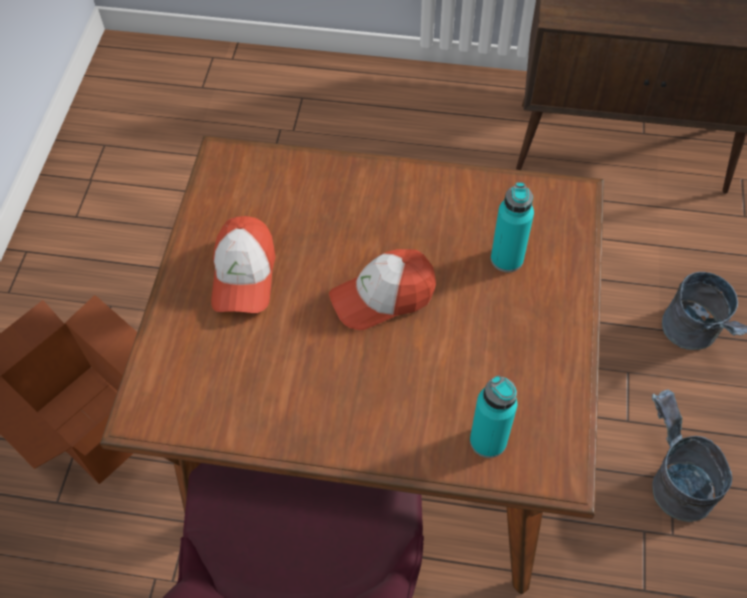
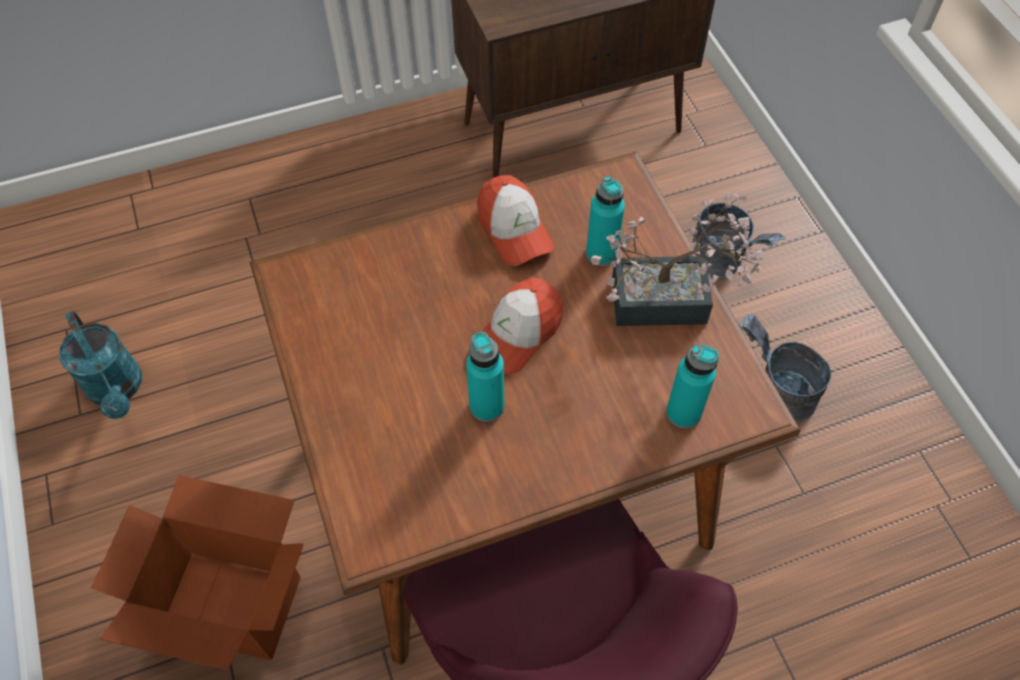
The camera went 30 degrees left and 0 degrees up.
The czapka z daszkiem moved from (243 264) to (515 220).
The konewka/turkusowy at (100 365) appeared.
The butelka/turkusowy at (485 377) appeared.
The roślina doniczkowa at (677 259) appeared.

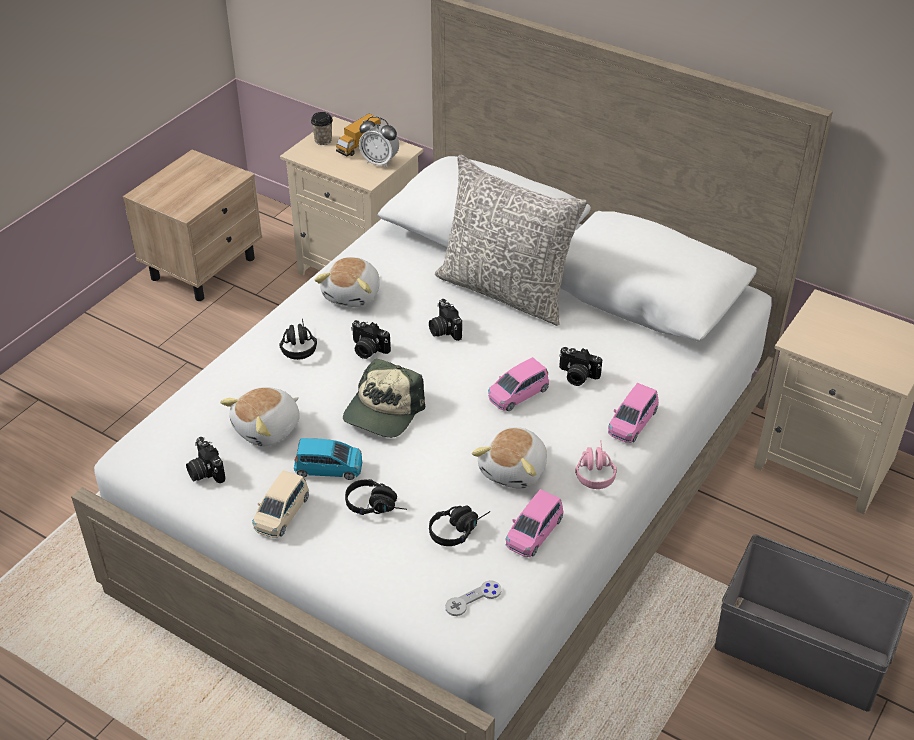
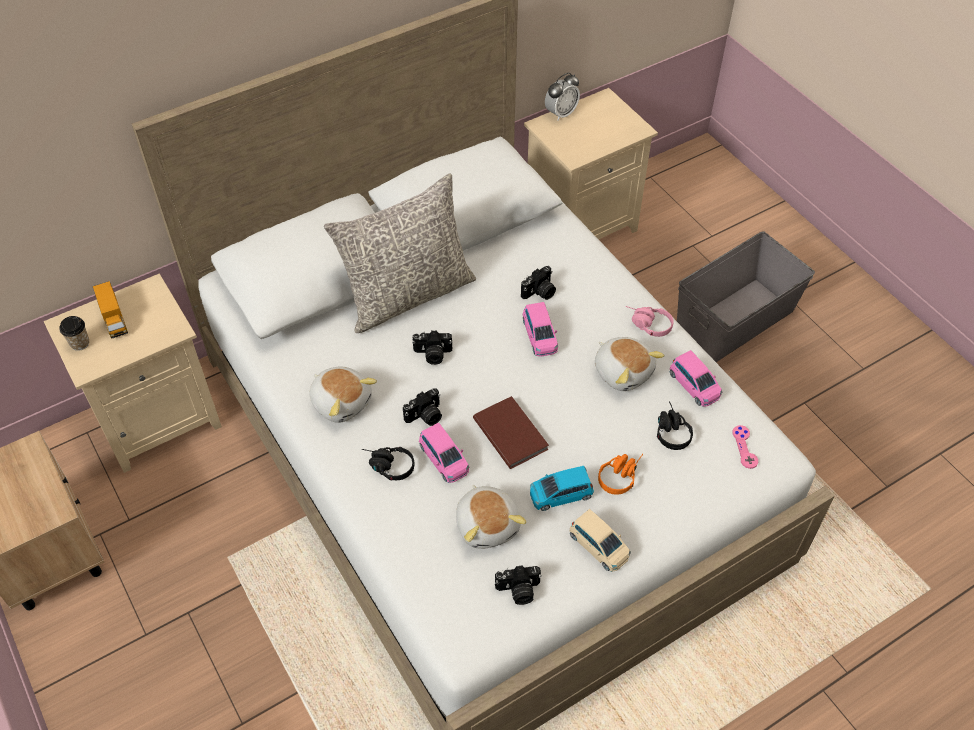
The camera went 65 degrees left and 10 degrees up.
The samochodzik/niebieski at (328 459) turned 135 degrees counterclockwise.
The czapka z daszkiem at (384 398) was replaced by the książka/brązowy at (511 432).
The słuchawki/czarny at (376 497) became the słuchawki/pomarańczowy at (620 474).
The budzik moved from (379 142) to (562 97).
The pad do gier/szary at (473 598) became the pad do gier/różowy at (745 447).
The samochodzik/różowy moved from (633 413) to (444 452).

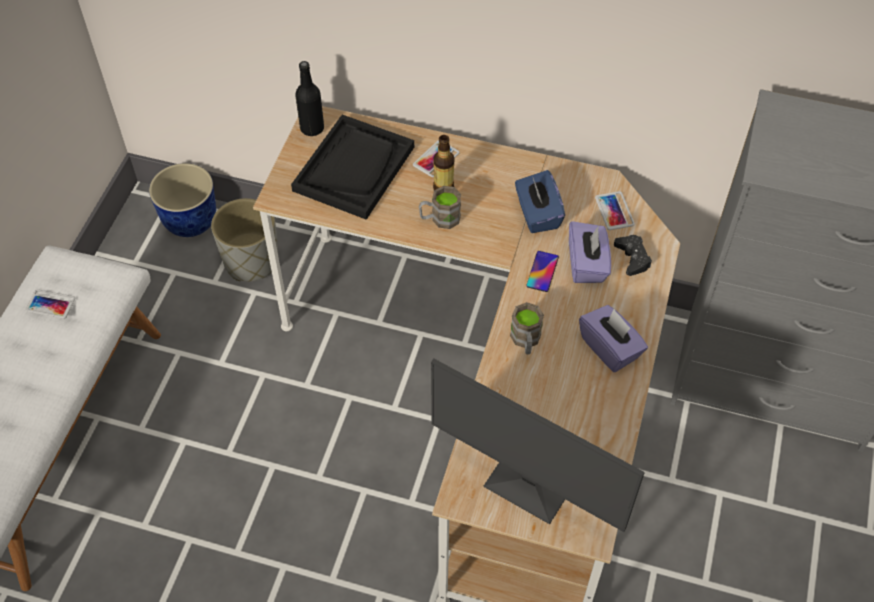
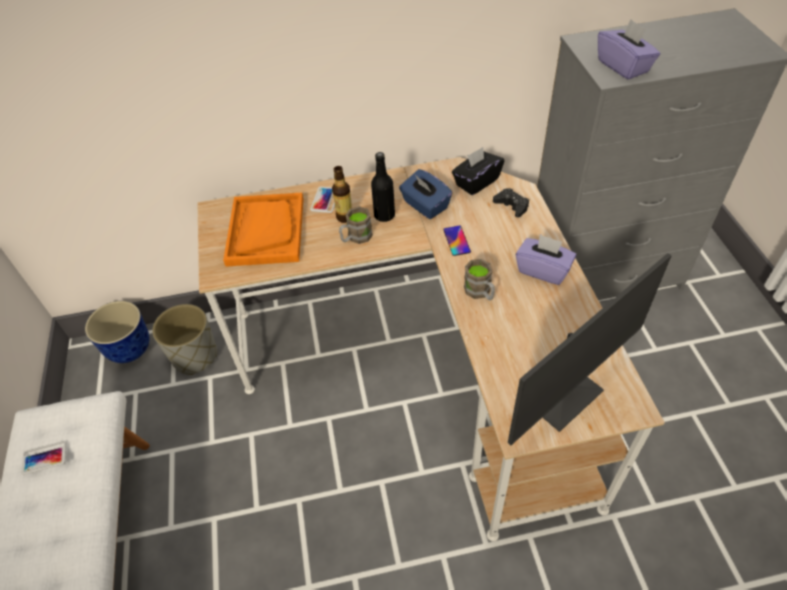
The camera went 25 degrees left and 5 degrees down.
The taca/czarny at (352 167) became the taca/pomarańczowy at (263 229).
The butelka/czarny moved from (309 98) to (383 187).
The monitor at (538 445) turned 45 degrees counterclockwise.
The pudełko chusteczek/fioletowy moved from (590 252) to (629 49).
The telefon at (615 210) was replaced by the pudełko chusteczek/czarny at (478 171).

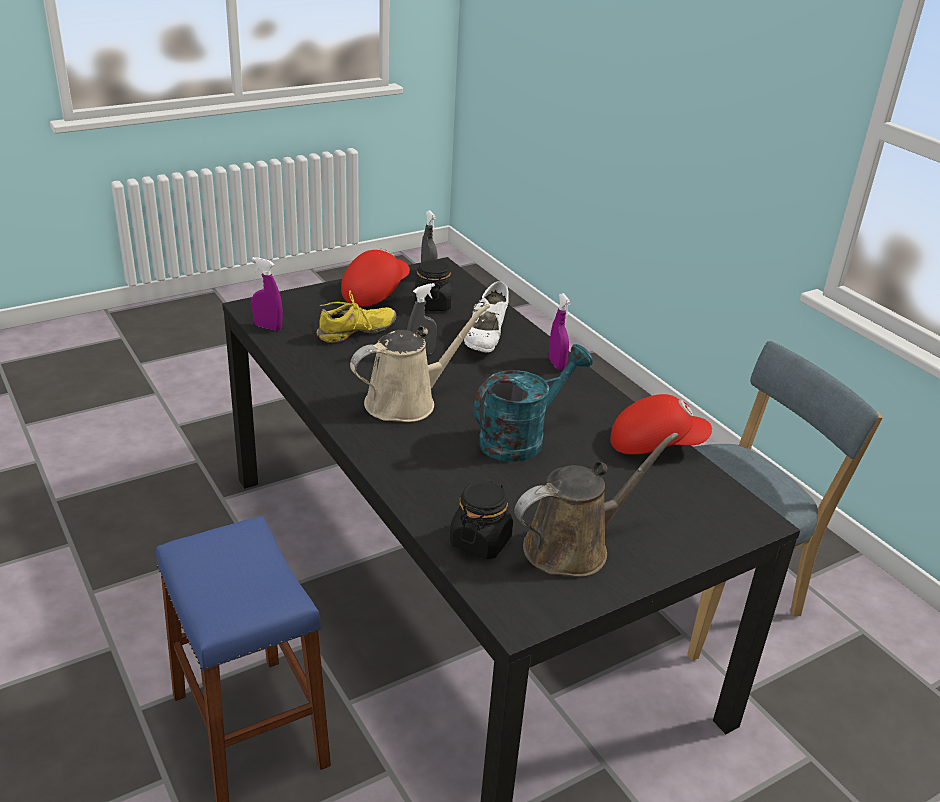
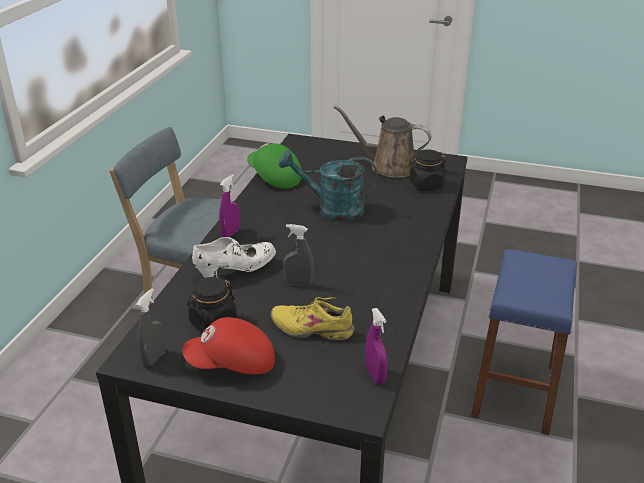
The camera went 130 degrees left and 0 degrees up.
The konewka/beżowy at (420 363) disappeared.
The czapka z daszkiem/czerwony at (661 424) became the czapka z daszkiem/zielony at (274 166).

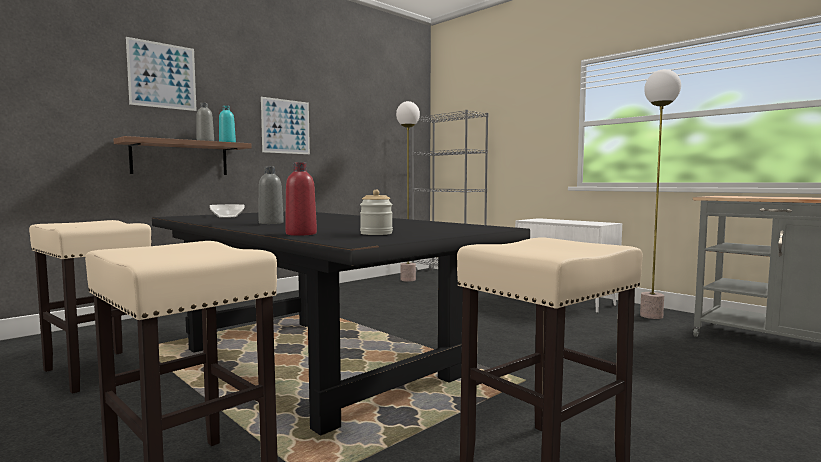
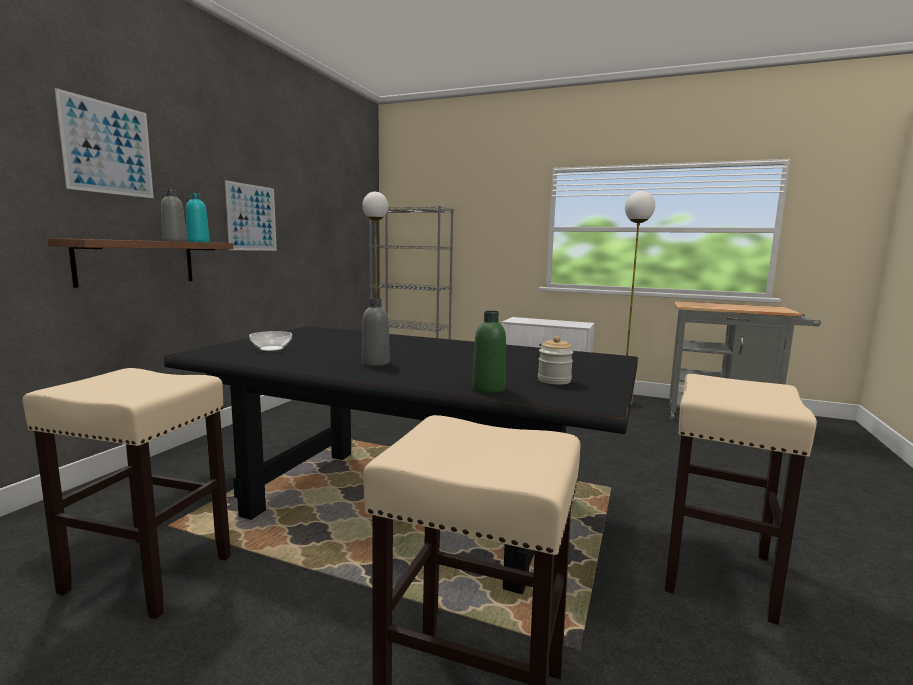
The camera went 25 degrees left and 5 degrees up.
The butelka/czerwony at (301 199) became the butelka/zielony at (489 352).

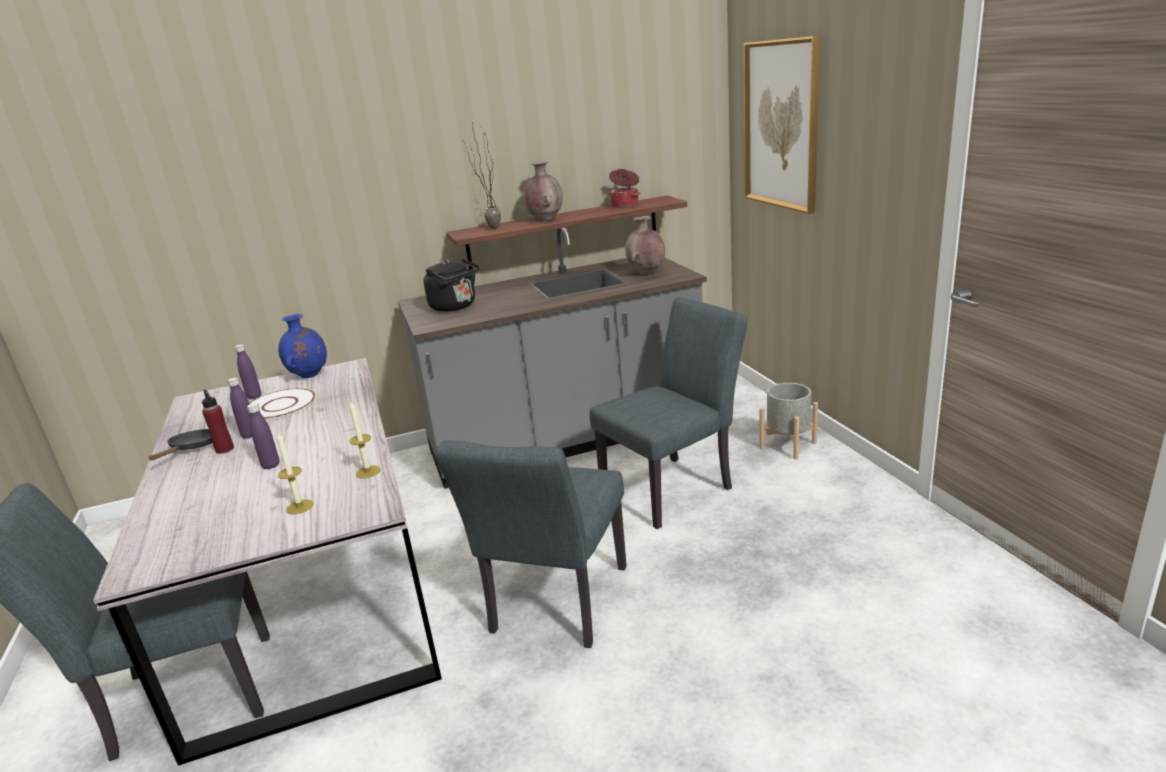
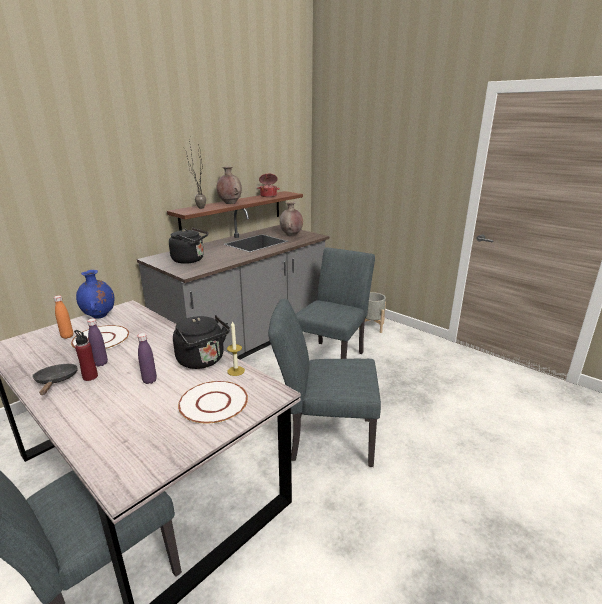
The camera went 30 degrees left and 0 degrees up.
The butelka/fioletowy at (248 371) became the butelka/pomarańczowy at (63 317).
The świeca at (295 473) was replaced by the talerz/biały at (213 402).
The krzesło/szary at (531 544) turned 105 degrees clockwise.
The obraz at (782 124) disappeared.
The czajnik/czarny at (201 342) appeared.

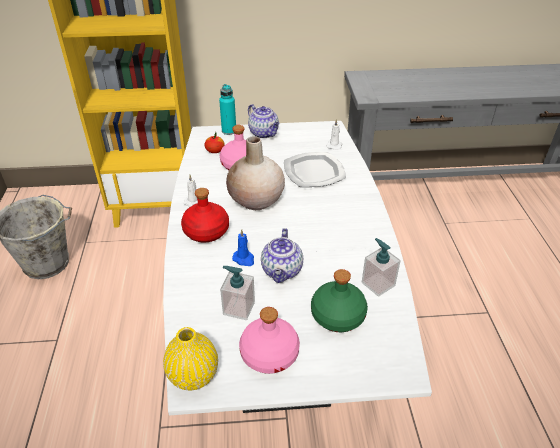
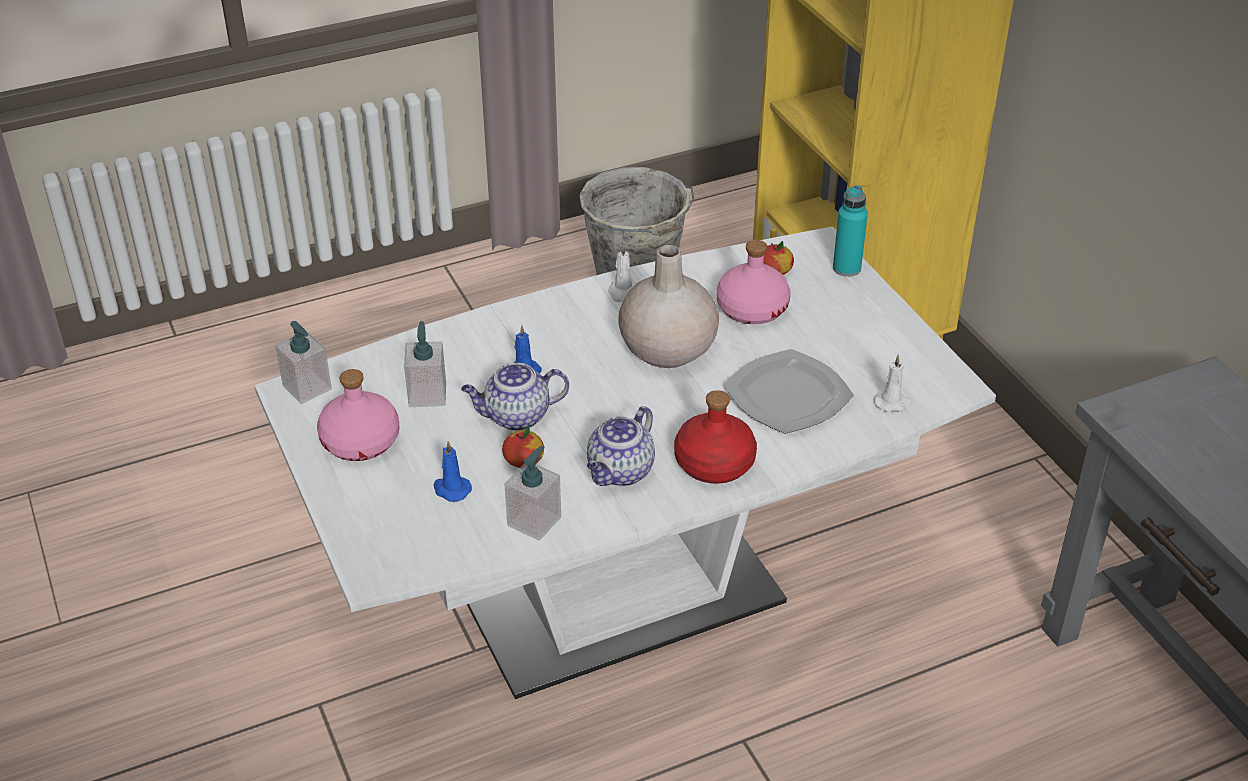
The camera went 70 degrees right and 0 degrees up.
The wazon/żółty at (190 358) was replaced by the dozownik mydła at (303 362).
The butelka/czerwony moved from (205 215) to (715 437).
The imbryk moved from (264 121) to (621 446).
The butelka/zielony at (339 300) was replaced by the świeca/niebieski at (453 471).
The jabłko at (523 447) appeared.

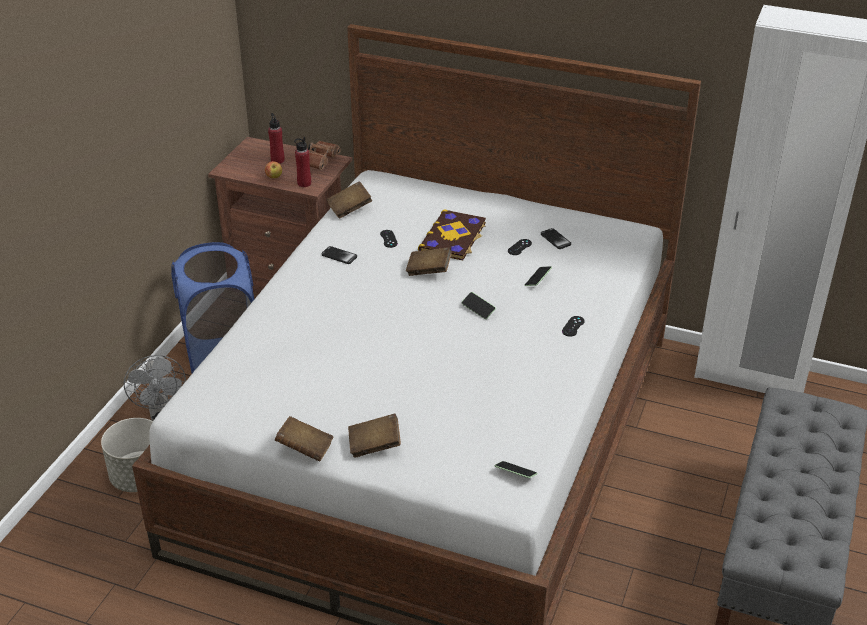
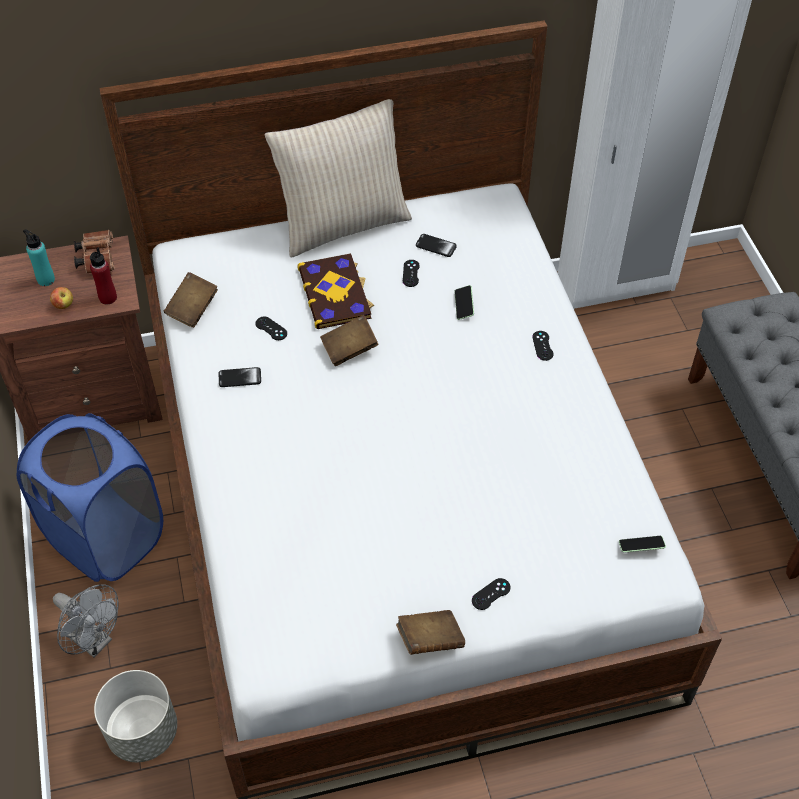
The camera went 35 degrees left and 15 degrees up.
The butelka/czerwony at (276 138) became the butelka/turkusowy at (39 257).
The książka/brązowy at (374 436) was replaced by the pad do gier/czarny at (491 594).
The telefon at (478 305) disappeared.
The poduszka/beżowy at (338 178) appeared.

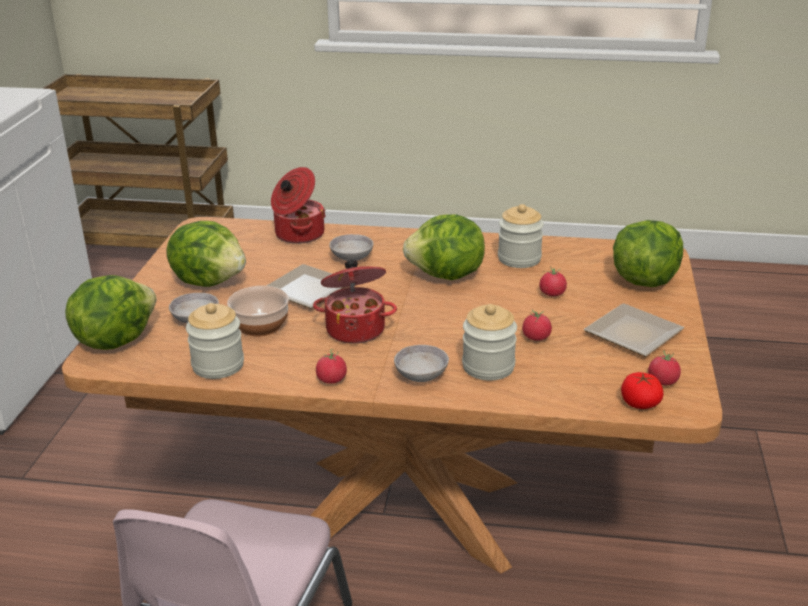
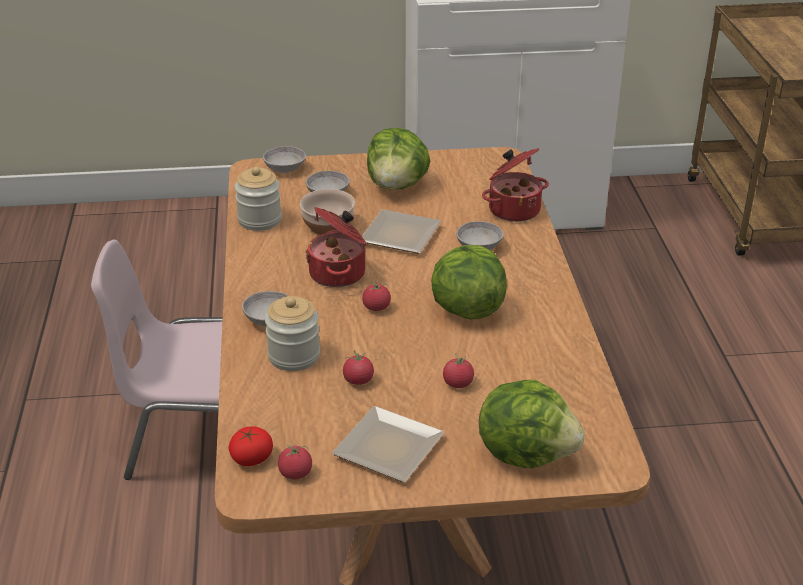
The camera went 75 degrees right and 5 degrees up.
The sałata at (111 312) was replaced by the miska/szary at (284 159).
The pomidor moved from (331 366) to (376 296).
The słoik at (521 236) disappeared.

